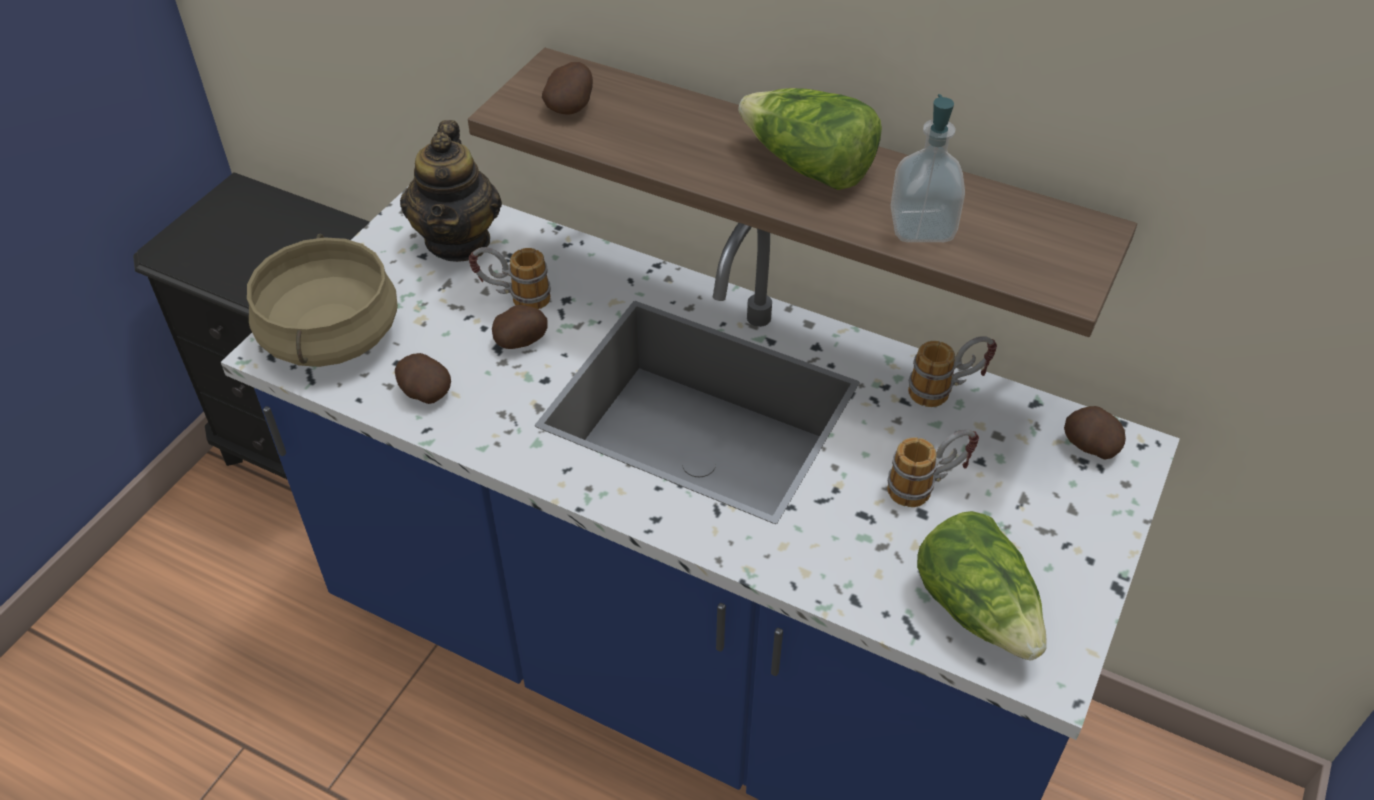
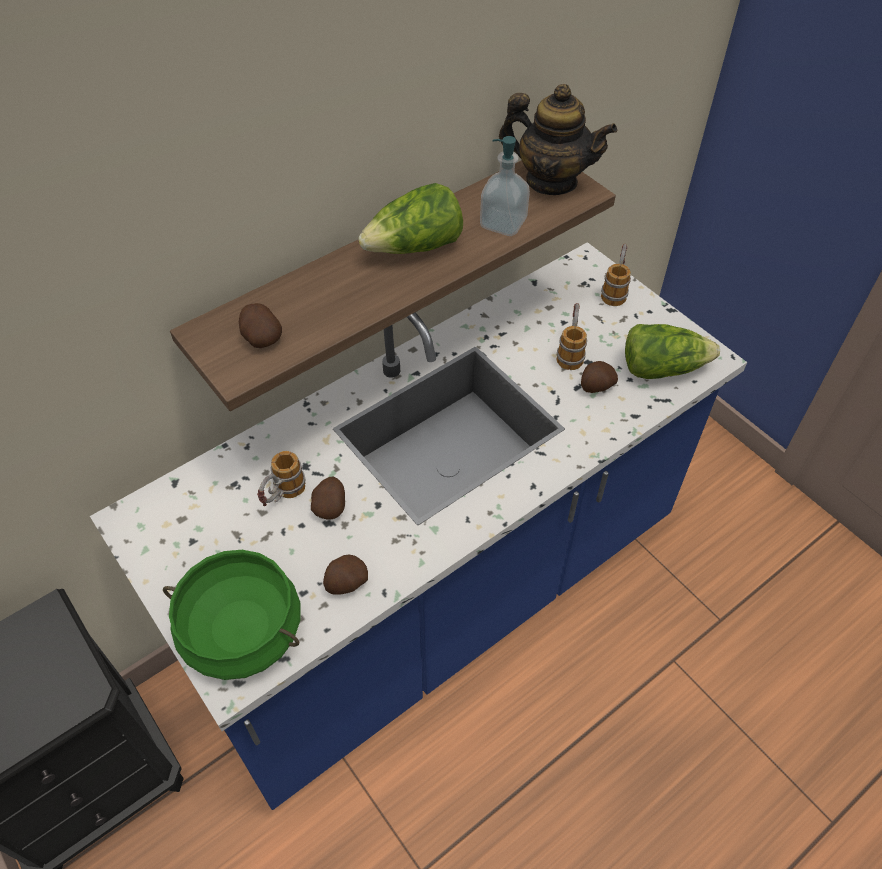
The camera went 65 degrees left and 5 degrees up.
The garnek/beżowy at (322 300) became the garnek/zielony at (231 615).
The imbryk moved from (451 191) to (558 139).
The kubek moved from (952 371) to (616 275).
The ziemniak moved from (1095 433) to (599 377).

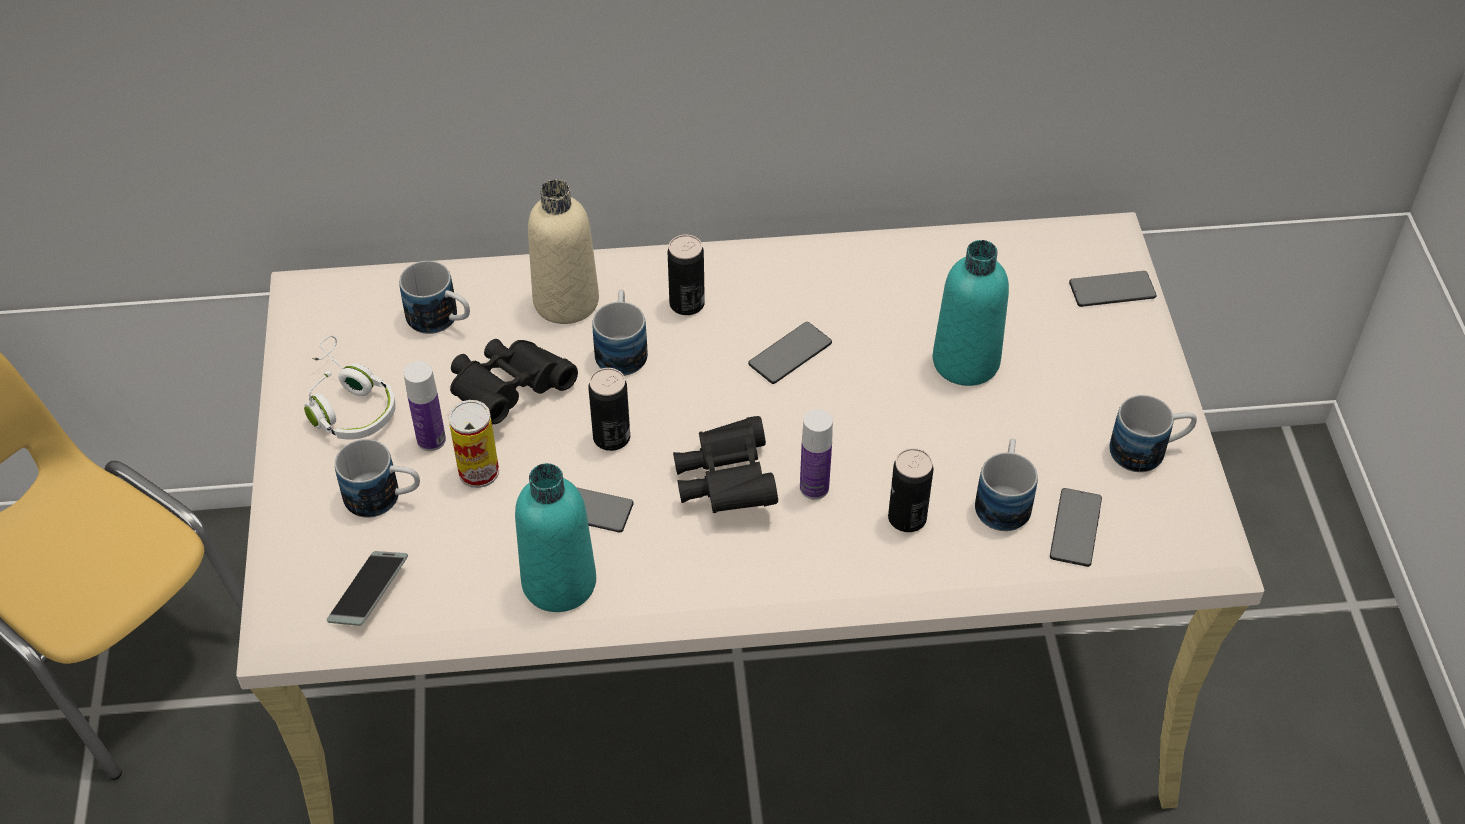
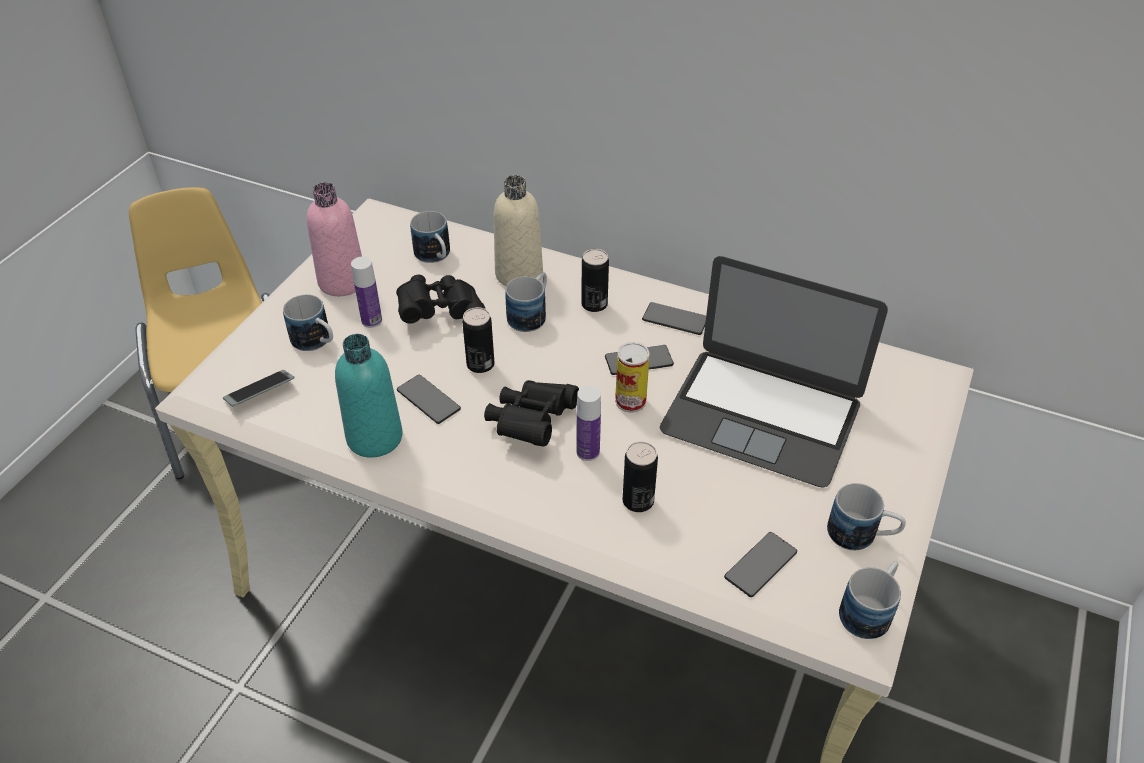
The camera went 30 degrees right and 5 degrees down.
The słuchawki/biały at (350 387) was replaced by the butelka/różowy at (334 239).
The puszka moved from (473 444) to (632 377).
The butelka/turkusowy at (971 313) was replaced by the laptop at (774 372).
The kubek moved from (1006 484) to (870 600).
The telefon moved from (1112 289) to (674 318).

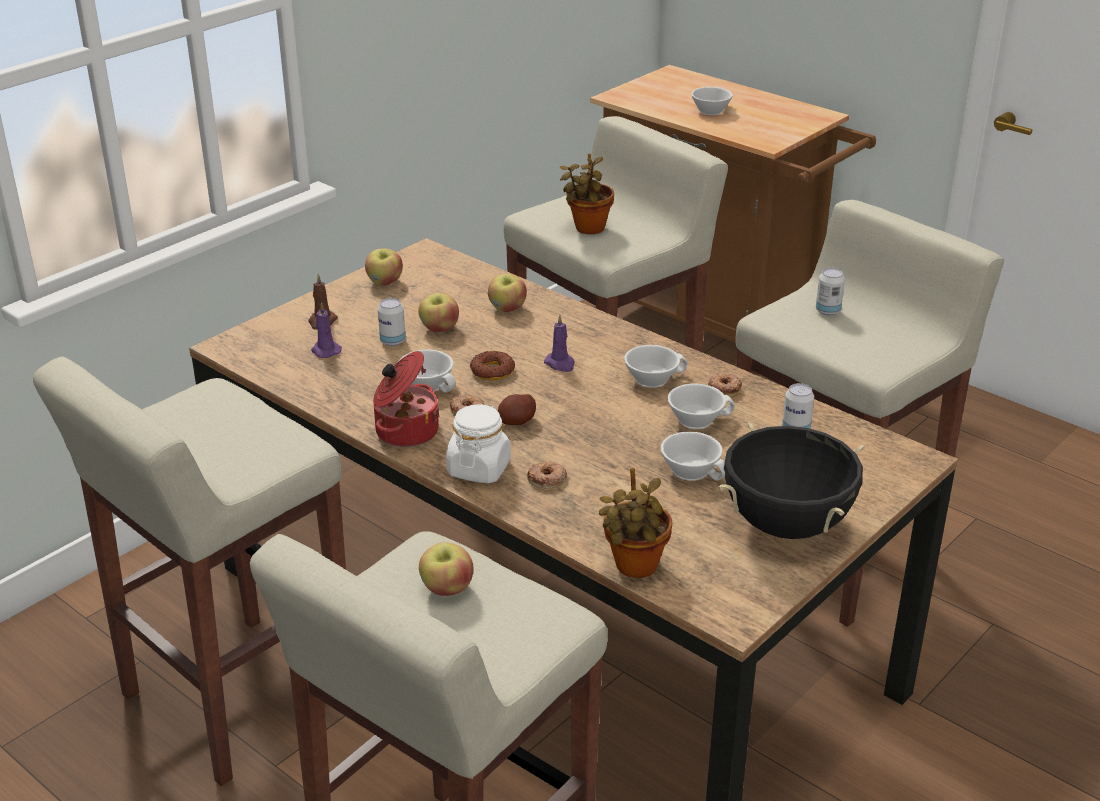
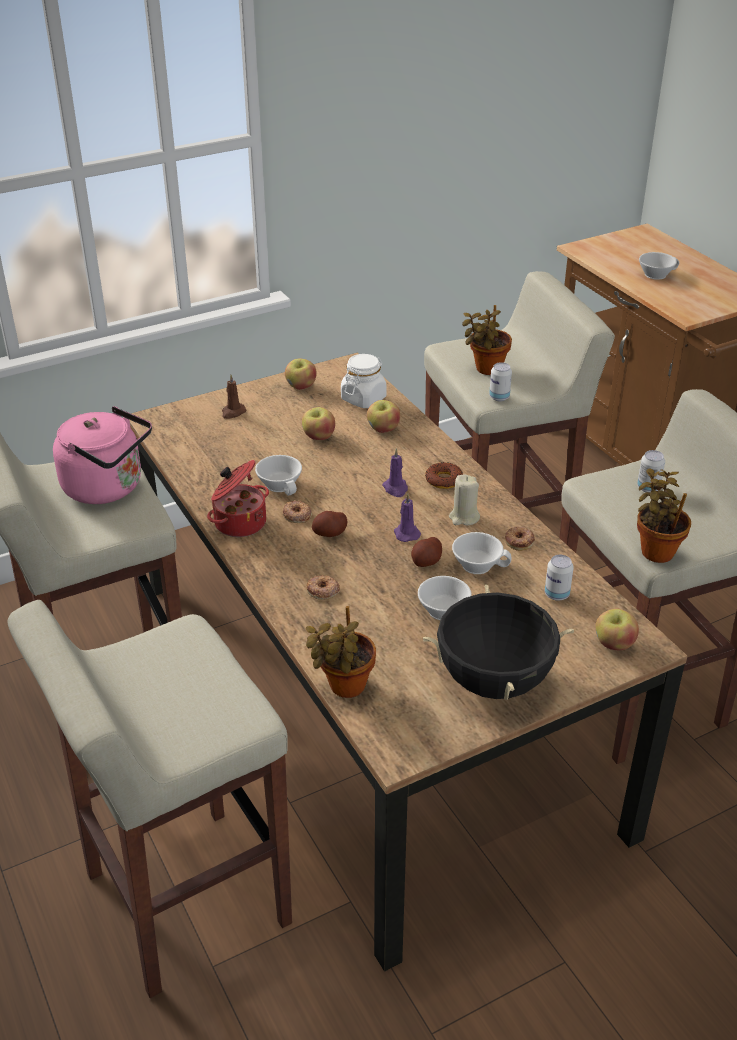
The camera went 20 degrees right and 5 degrees up.
The świeca/fioletowy moved from (326 330) to (407 518).
The puszka moved from (391 322) to (500 381).
The jabłko moved from (446 569) to (617 629).
The słoik/biały moved from (478 444) to (364 381).
The donut moved from (492 365) to (444 475).
The filiżanka/biały at (655 366) was replaced by the świeca/beżowy at (464 500).
The czajnik/różowy at (102 455) appeared.
The ziemniak at (426 552) appeared.
The roślina doniczkowa at (664 515) appeared.

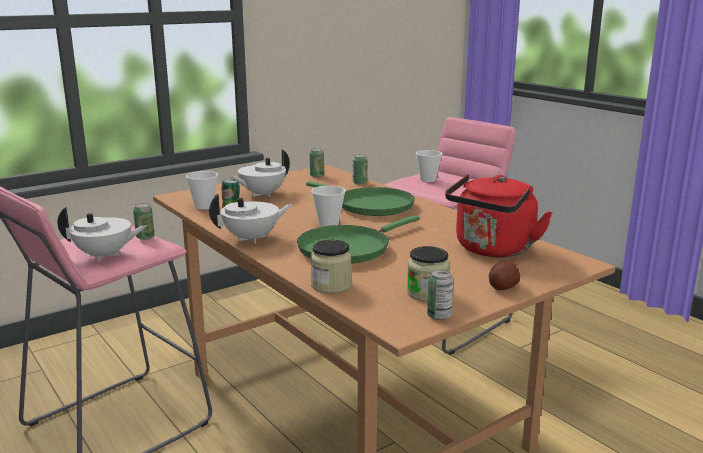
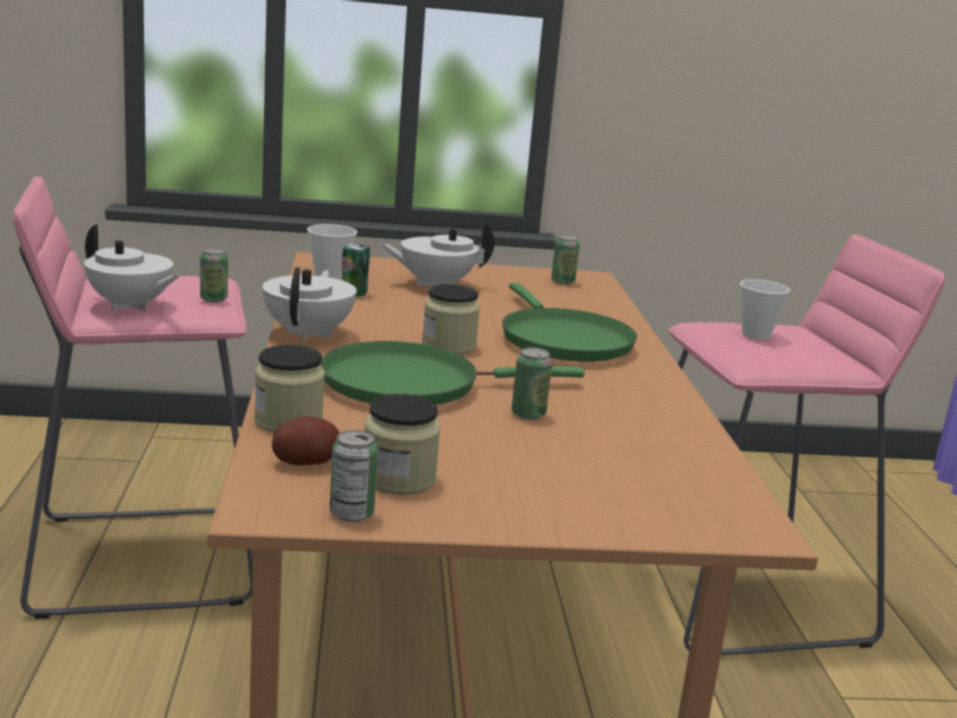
The camera went 30 degrees right and 0 degrees up.
The imbryk/biały at (251 219) turned 90 degrees counterclockwise.
The filiżanka at (328 206) was replaced by the słoik at (451 319).
The puszka moved from (360 169) to (531 384).
The czajnik/czerwony at (499 216) disappeared.
The ziemniak moved from (504 275) to (306 441).

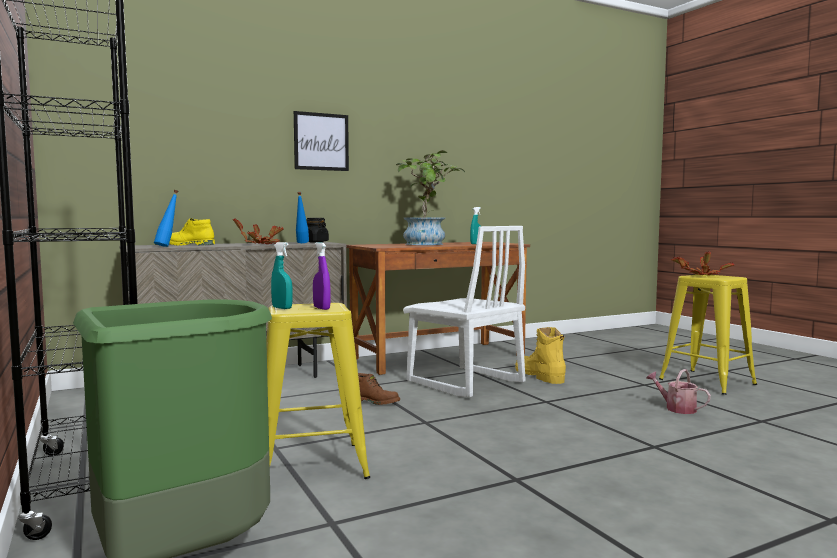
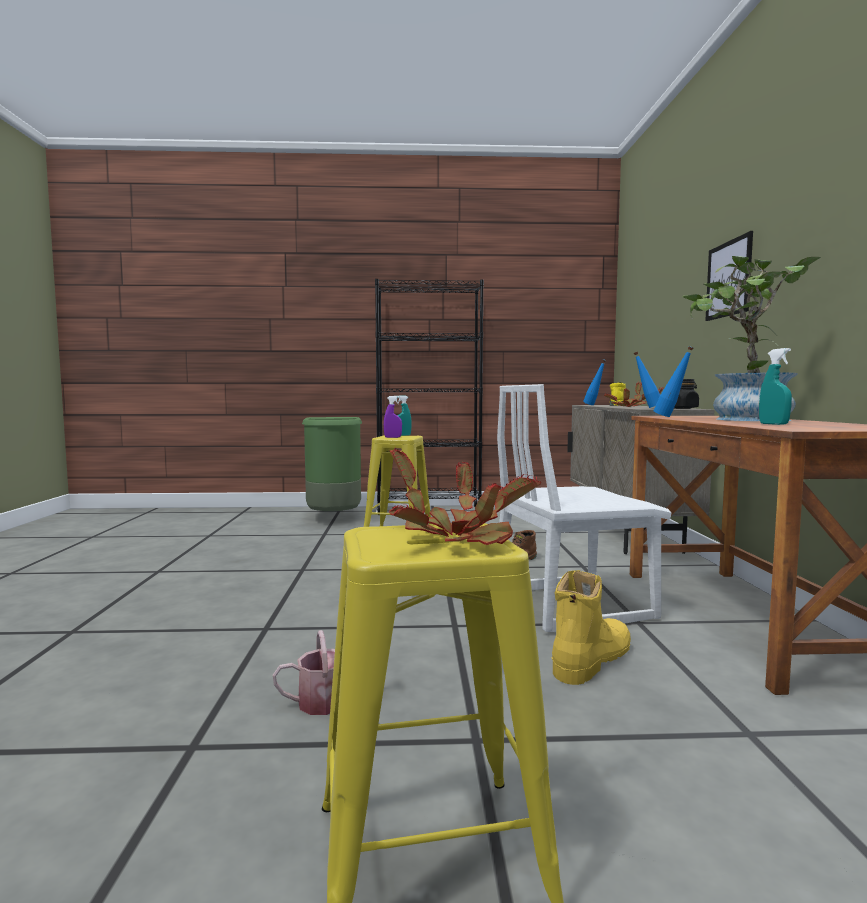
The camera went 115 degrees right and 0 degrees up.
The but z cholewką/żółty at (540 355) turned 45 degrees counterclockwise.
The butelka/niebieski at (673 381) appeared.

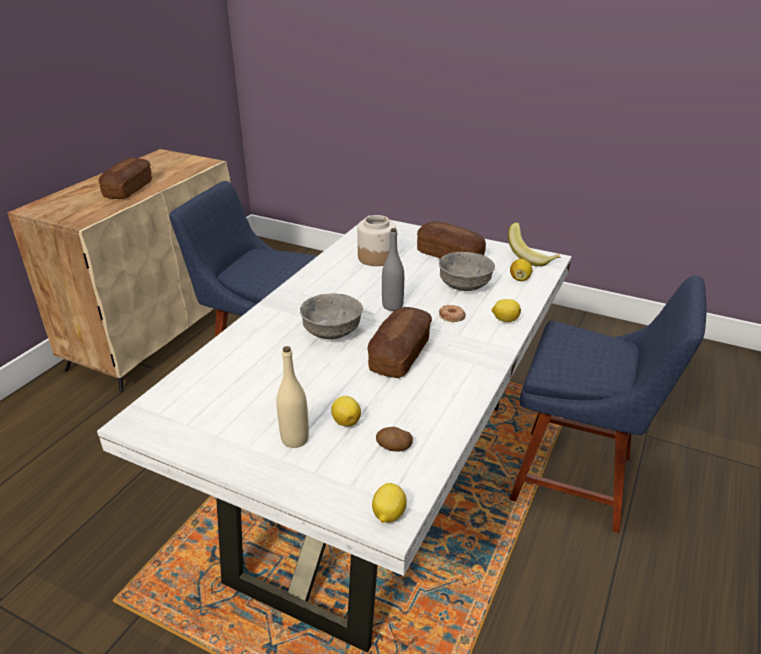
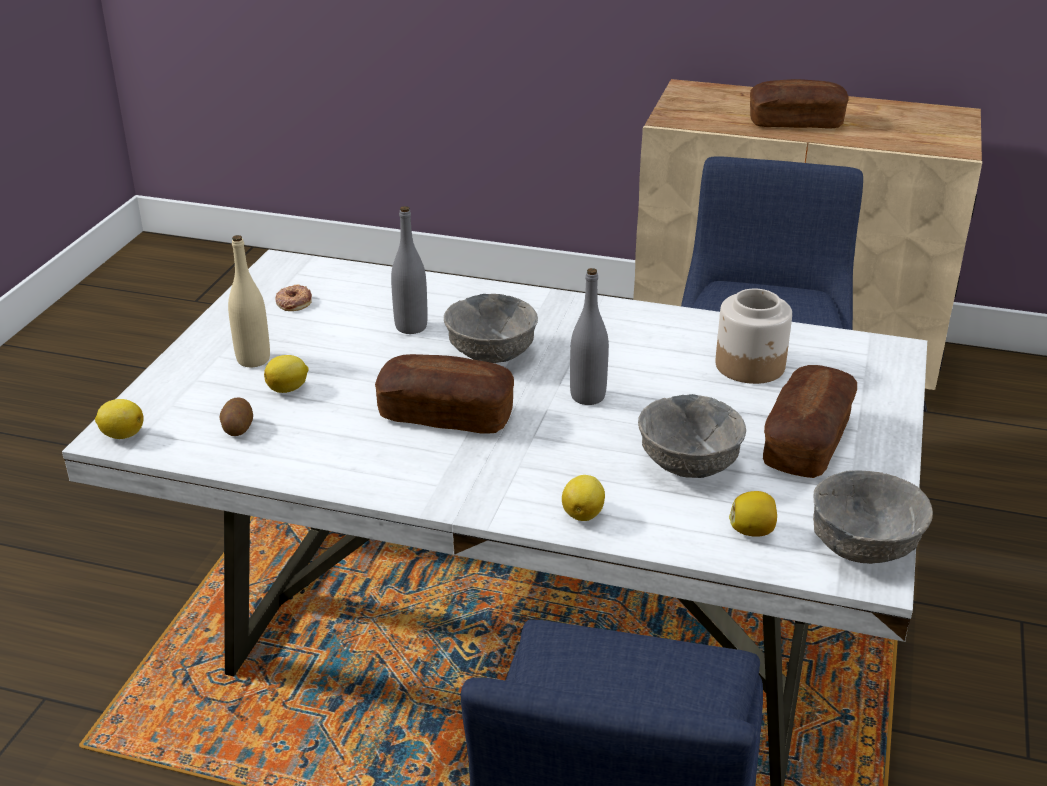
The camera went 80 degrees right and 0 degrees up.
The donut moved from (452 313) to (294 297).
The banan at (534 244) was replaced by the miska/szary at (873 517).
The butelka/szary at (409 270) appeared.

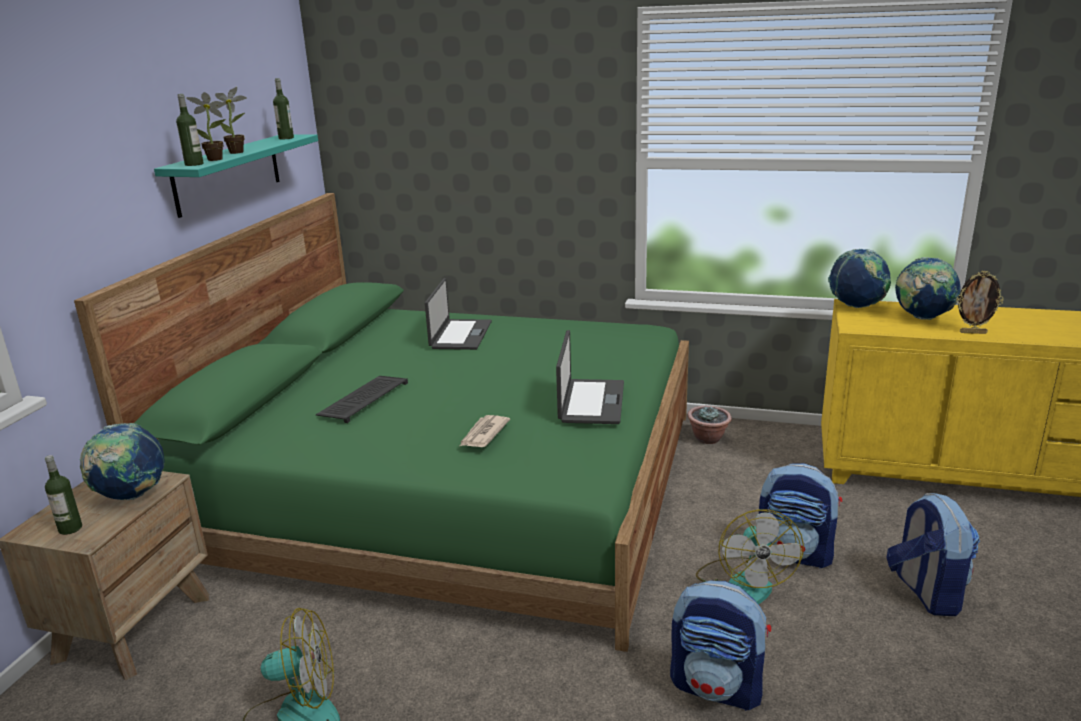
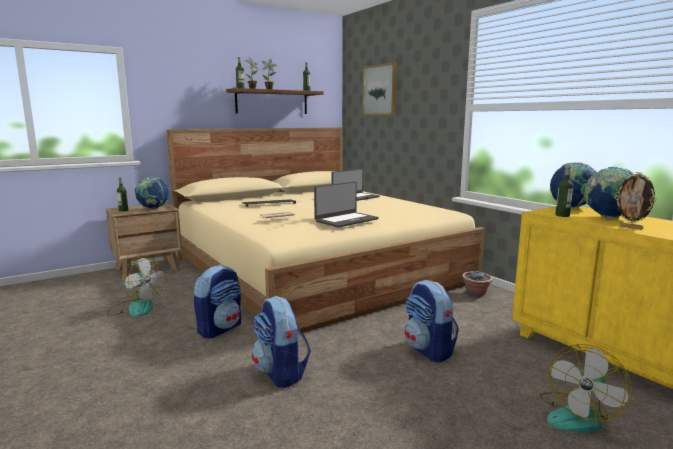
The camera went 40 degrees right and 10 degrees down.
The łóżko/zielony at (381 422) became the łóżko/beżowy at (325 230).
The półka/turkusowy at (236 176) became the półka/brązowy at (275 101).
The wentylator moved from (750 556) to (586 388).
The plecak moved from (933 554) to (217 301).
The obraz at (380 88) appeared.
The butelka at (564 191) appeared.

